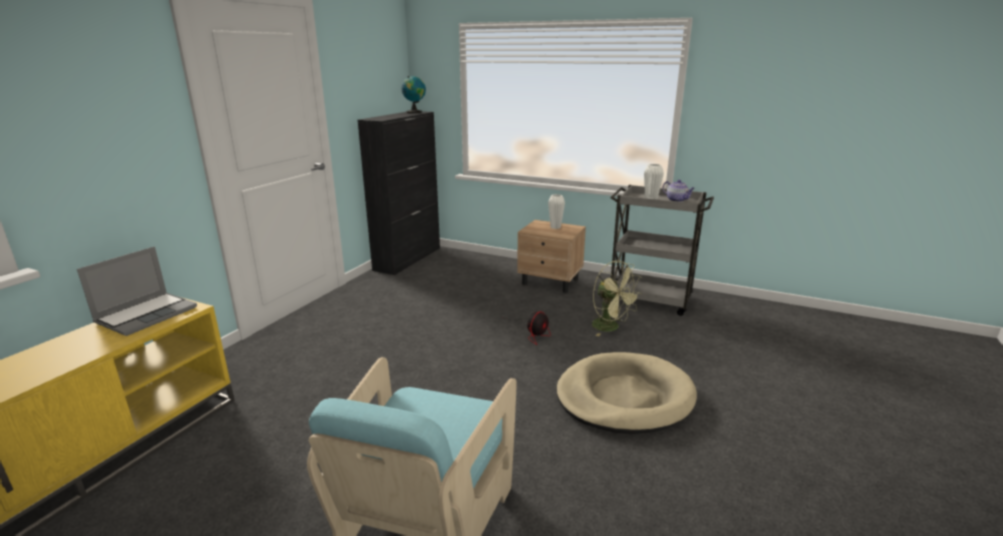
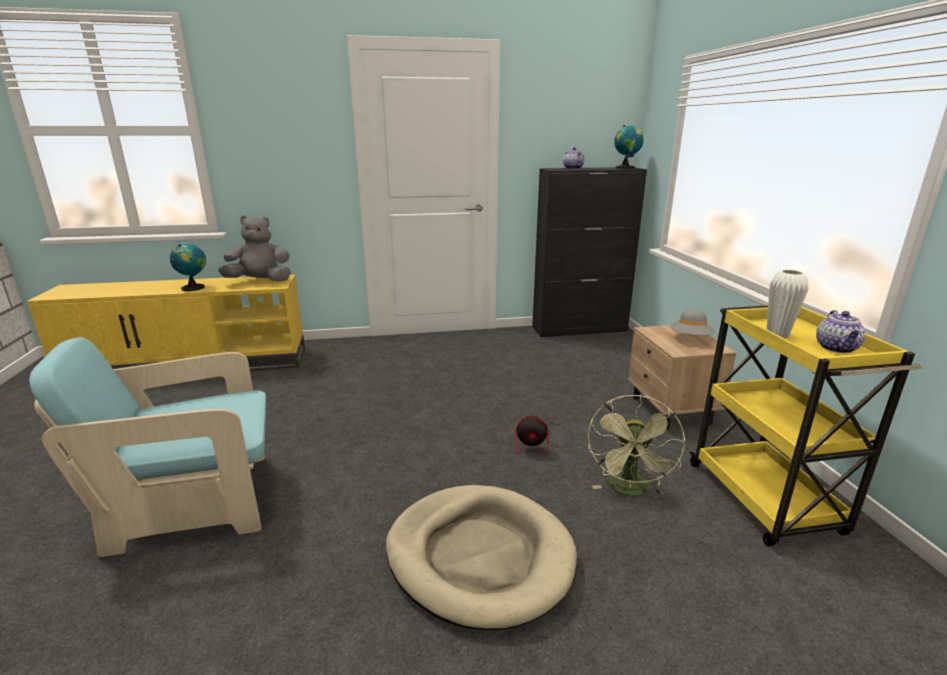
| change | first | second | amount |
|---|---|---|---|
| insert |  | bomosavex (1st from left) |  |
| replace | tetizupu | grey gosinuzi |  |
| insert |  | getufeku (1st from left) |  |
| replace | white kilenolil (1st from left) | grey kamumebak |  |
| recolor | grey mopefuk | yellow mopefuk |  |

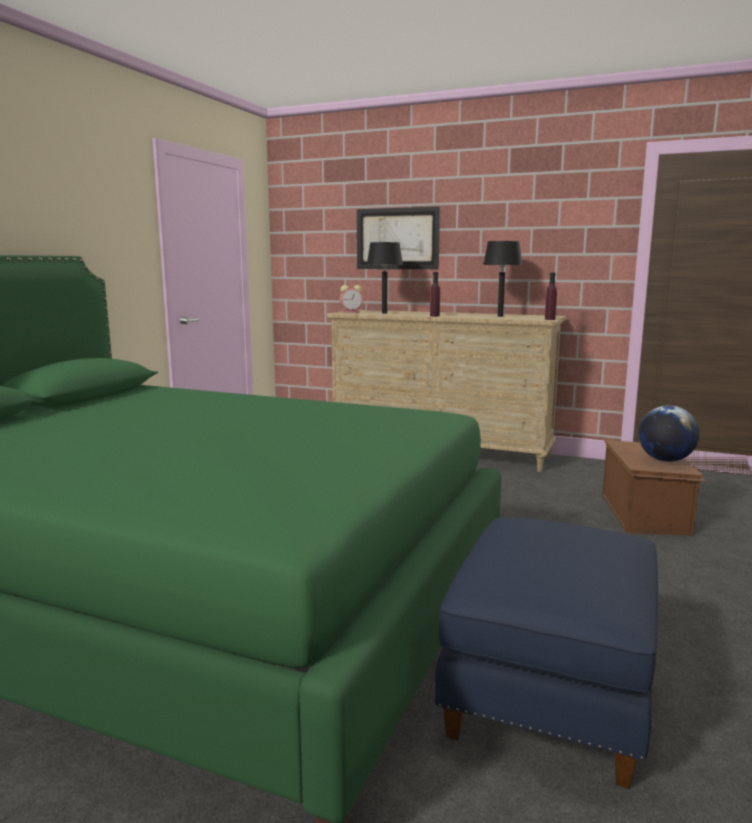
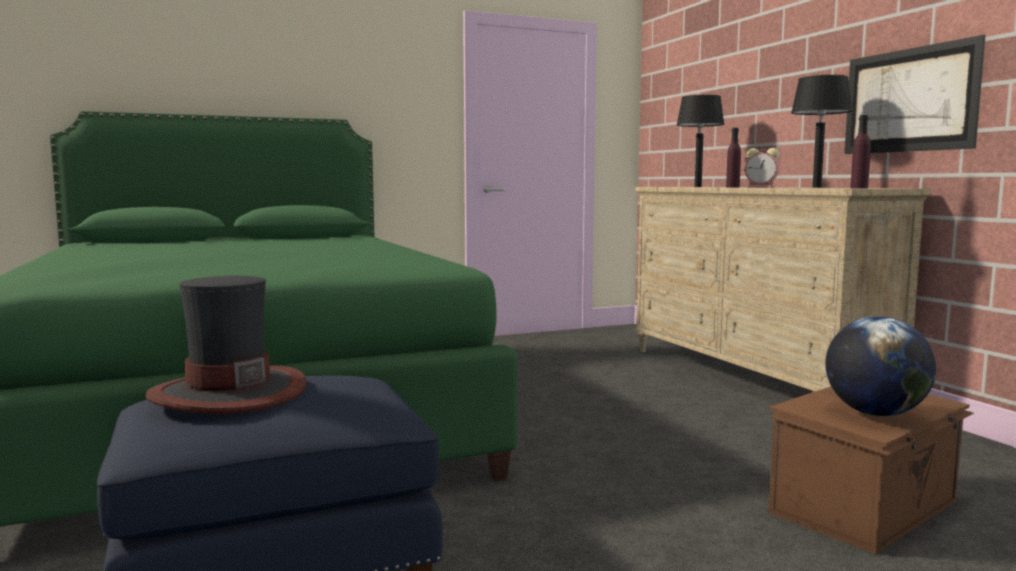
| change | first | second | amount |
|---|---|---|---|
| insert |  | kamumebak |  |
| move | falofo |  |  |
| move | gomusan |  |  |

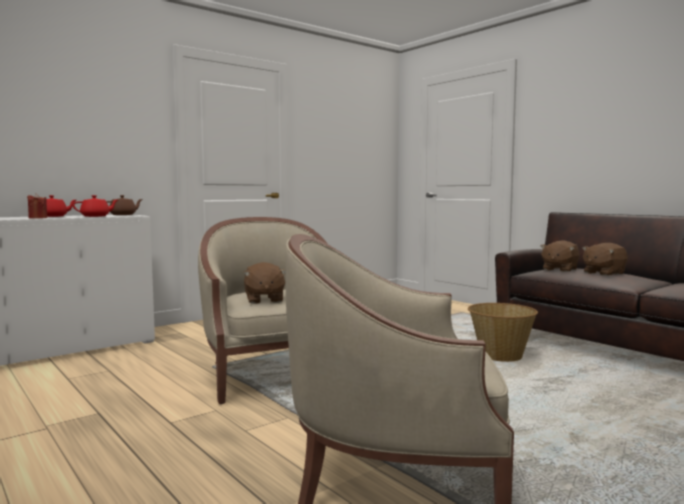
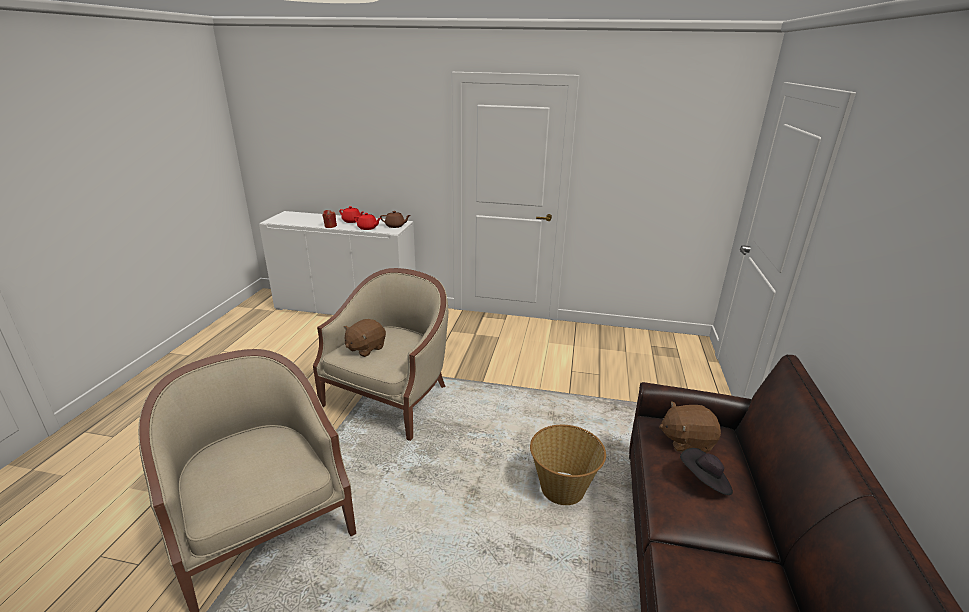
| change | first | second | amount |
|---|---|---|---|
| replace | brown gosinuzi (3rd from left) | black kamumebak |  |

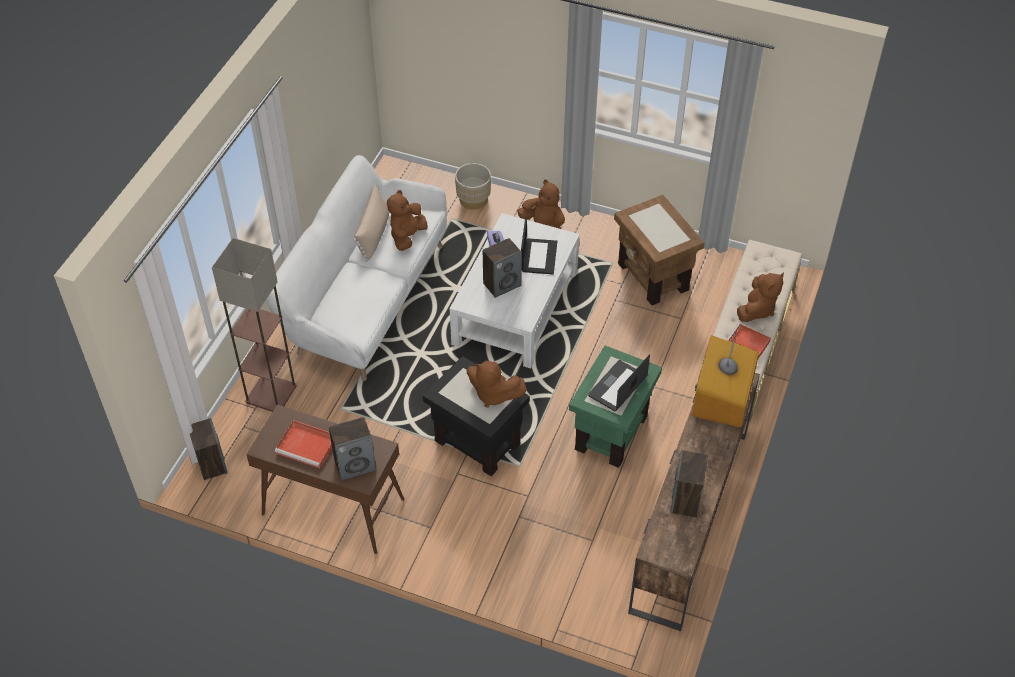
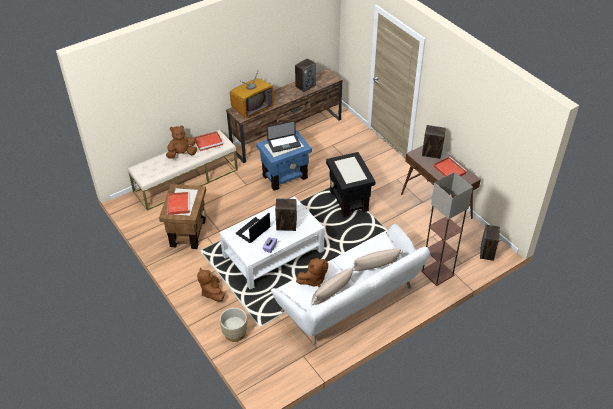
| change | first | second | amount |
|---|---|---|---|
| insert |  | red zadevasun (1st from left) |  |
| recolor | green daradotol | blue daradotol |  |
| insert |  | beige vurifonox (2nd from left) |  |
| delete | brown gosinuzi (2nd from left) |  |  |

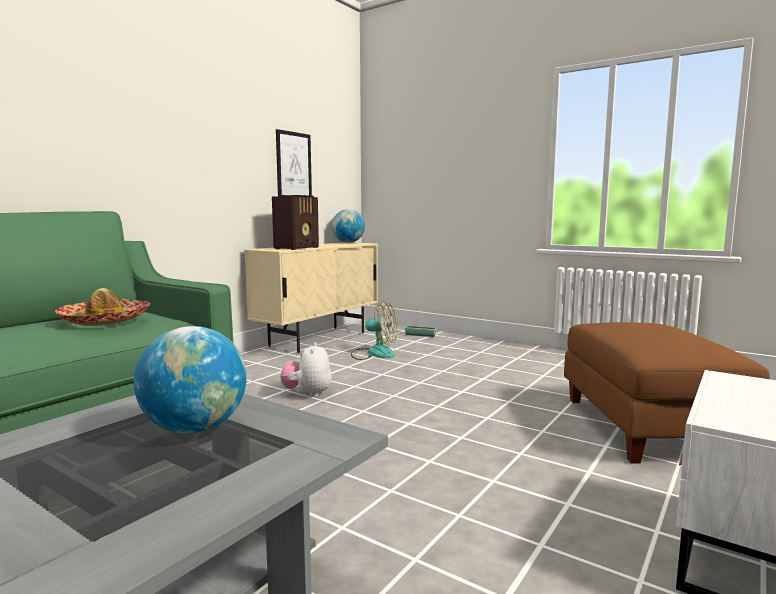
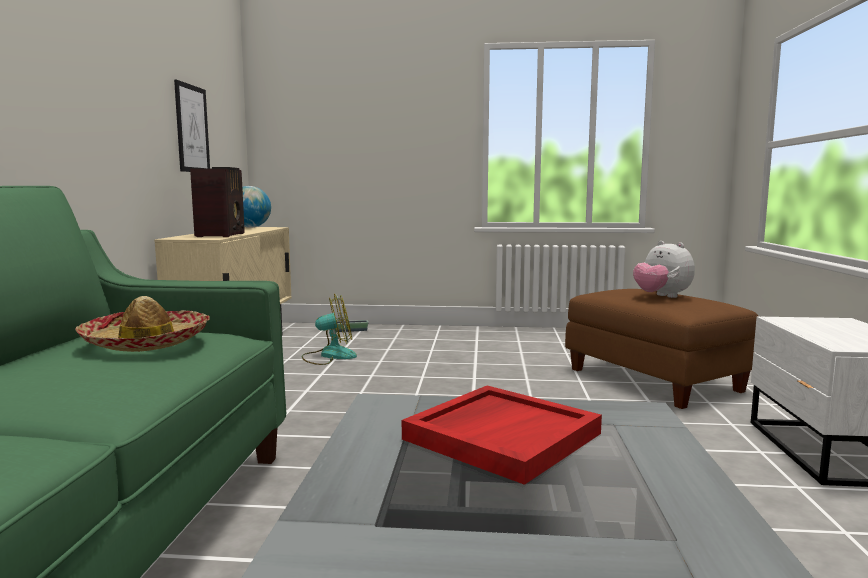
| change | first | second | amount |
|---|---|---|---|
| replace | bomosavex (1st from left) | red zadevasun |  |
| move | gosinuzi |  |  |

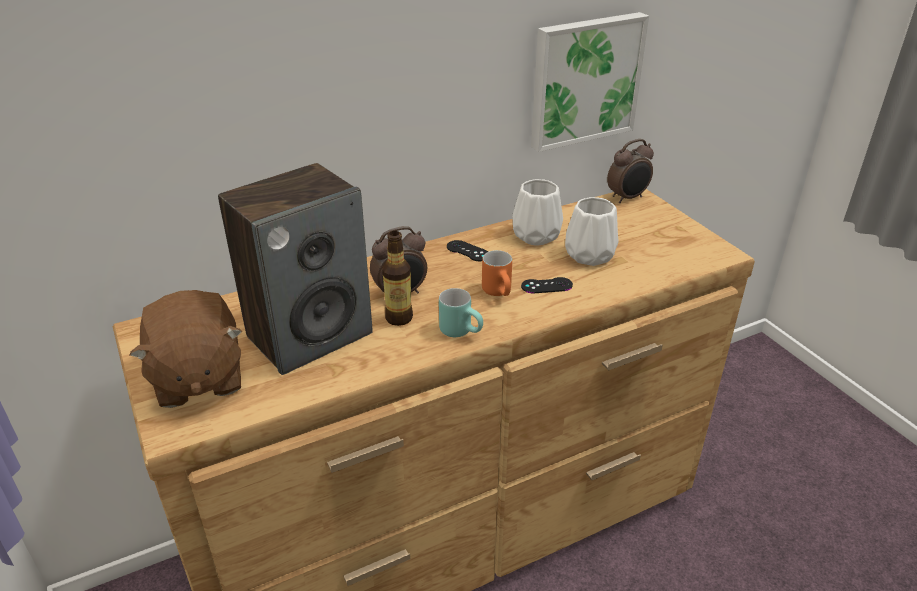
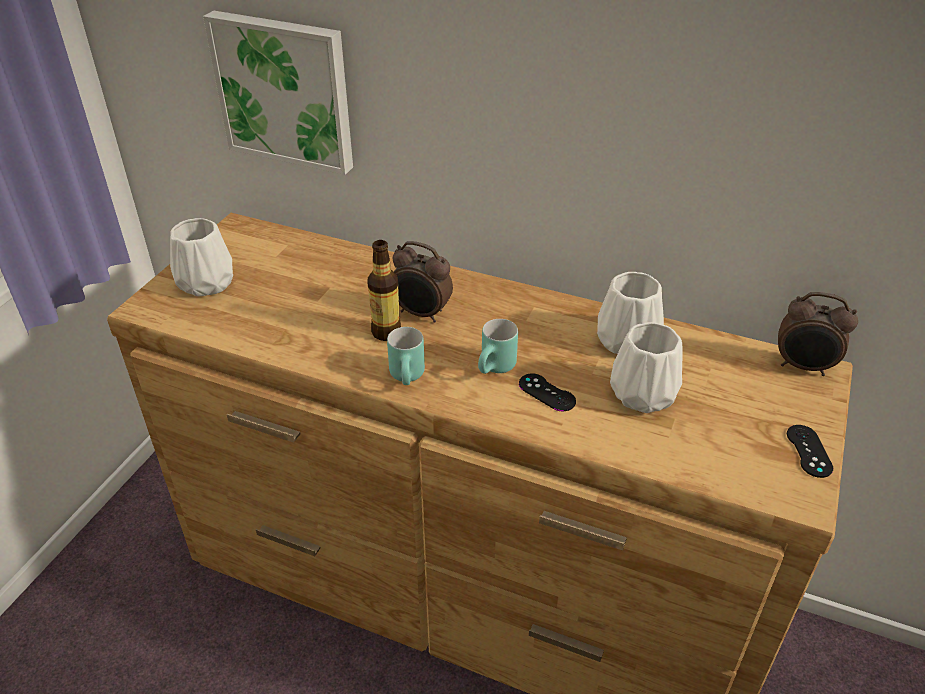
| change | first | second | amount |
|---|---|---|---|
| replace | brown gosinuzi | white kilenolil (1st from left) |  |
| move | gomusan |  |  |
| recolor | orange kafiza | turquoise kafiza (2nd from left) |  |
| move | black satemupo (1st from left in the first image) | black satemupo (2nd from left) |  |
| delete | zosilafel |  |  |

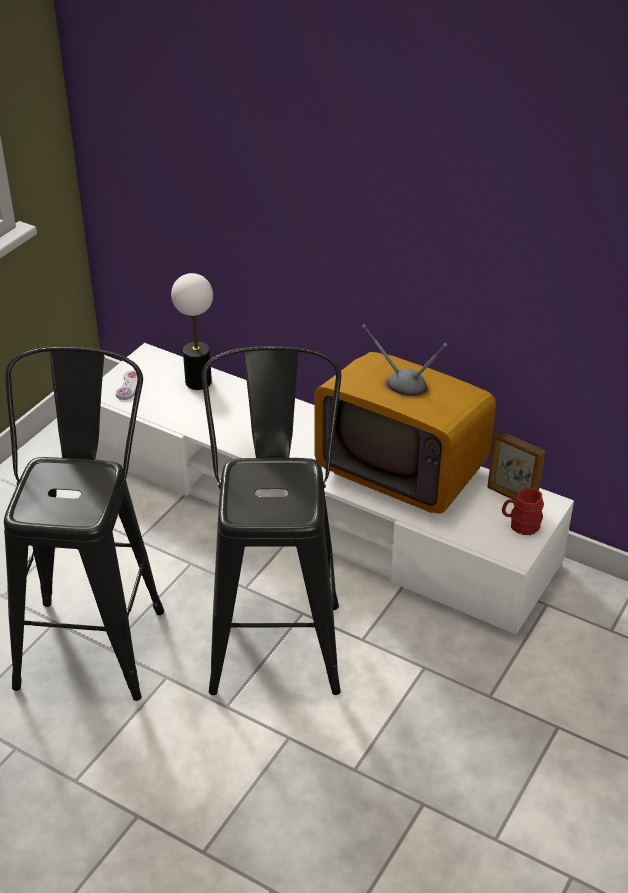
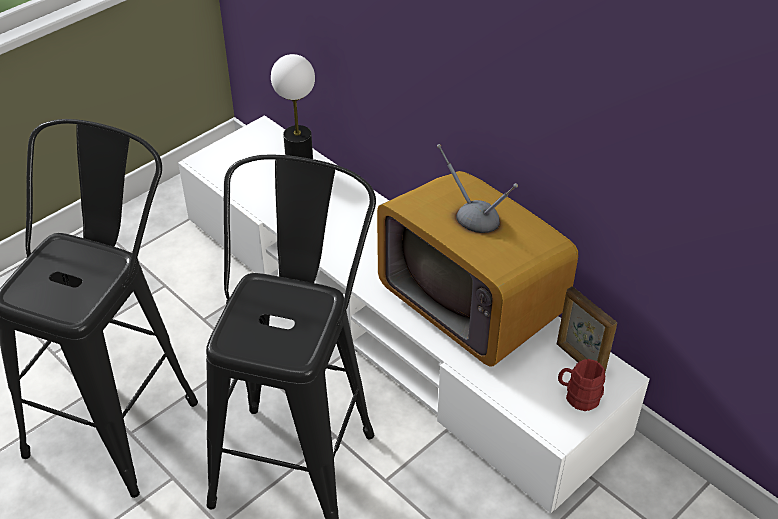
| change | first | second | amount |
|---|---|---|---|
| delete | white satemupo |  |  |

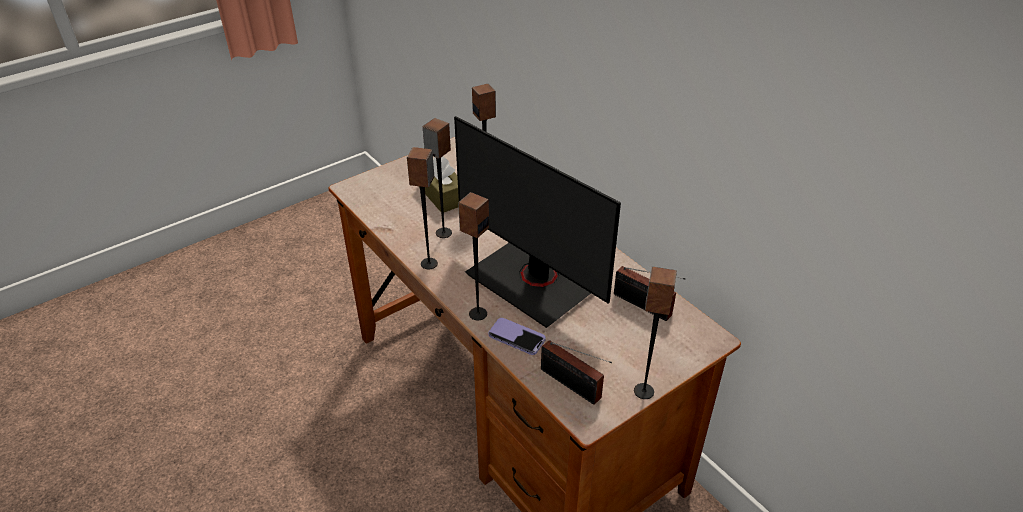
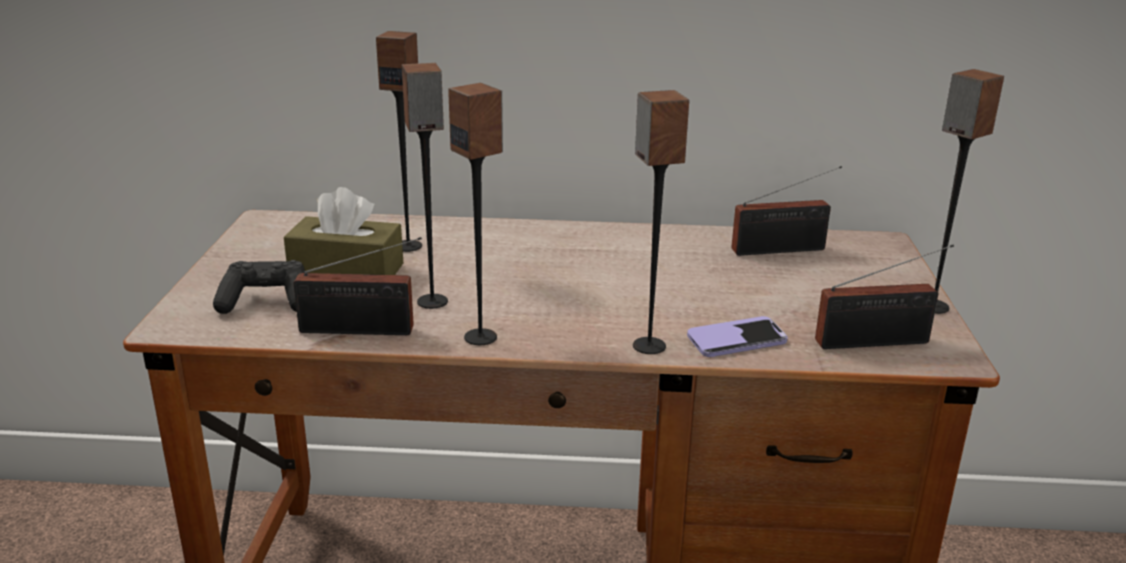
| change | first | second | amount |
|---|---|---|---|
| insert |  | black satemupo |  |
| insert |  | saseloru (1st from left) |  |
| delete | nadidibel |  |  |

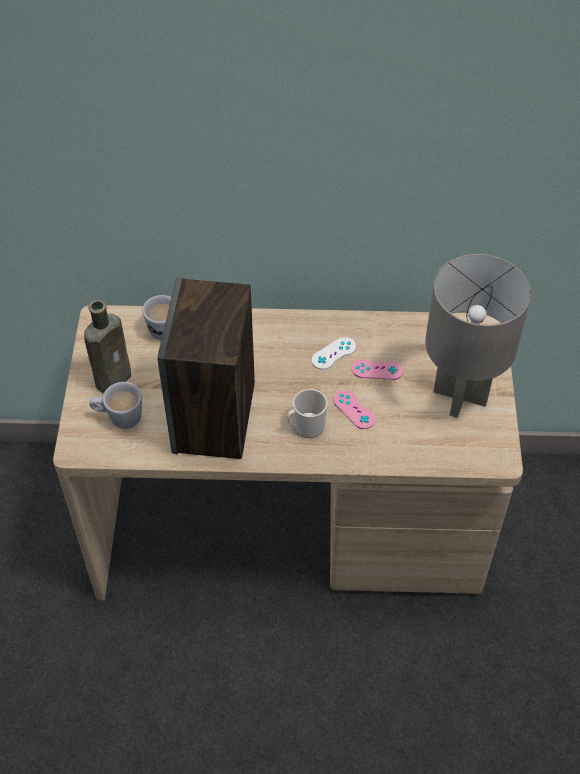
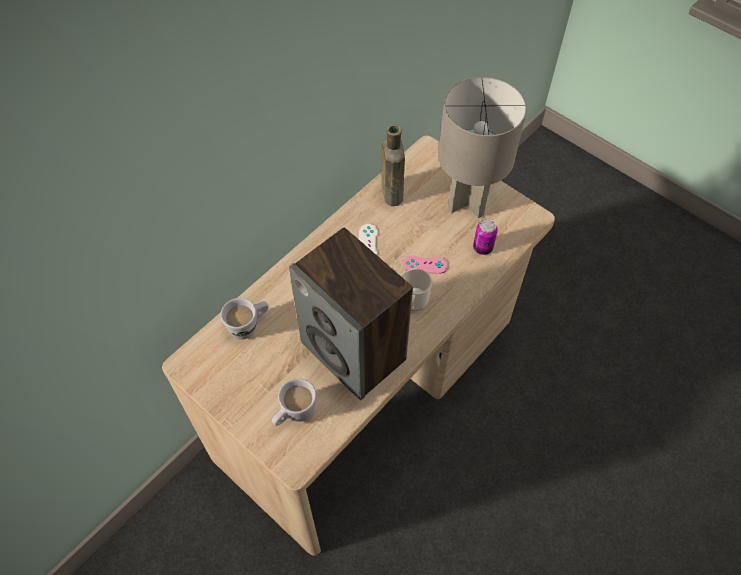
| change | first | second | amount |
|---|---|---|---|
| move | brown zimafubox |  |  |
| insert |  | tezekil |  |
| delete | pink satemupo (2nd from left) |  |  |

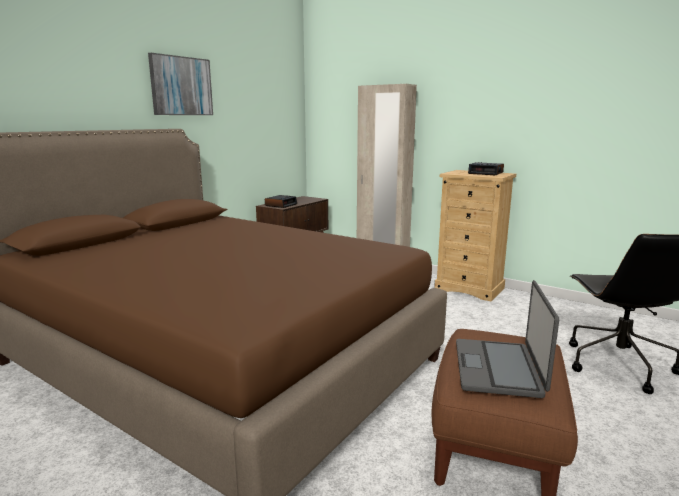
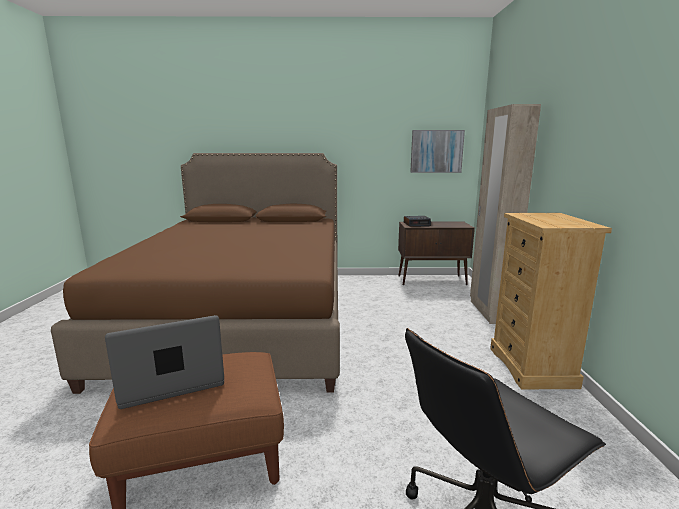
| change | first | second | amount |
|---|---|---|---|
| move | gomusan |  |  |
| delete | falofo (2nd from left) |  |  |

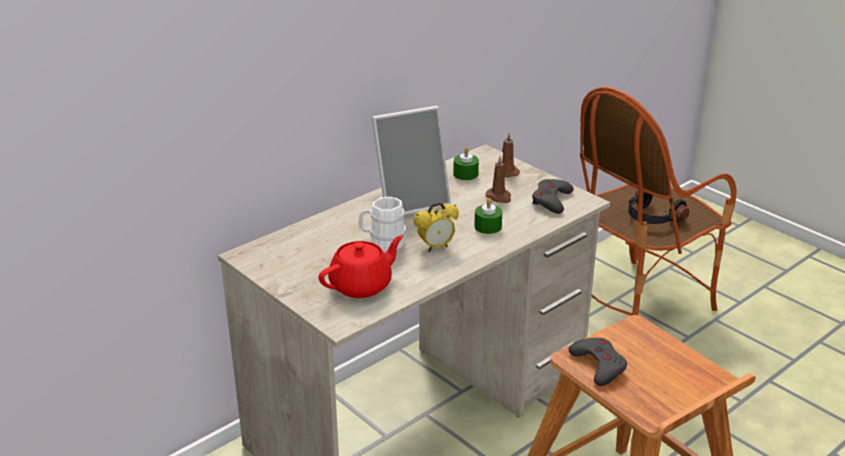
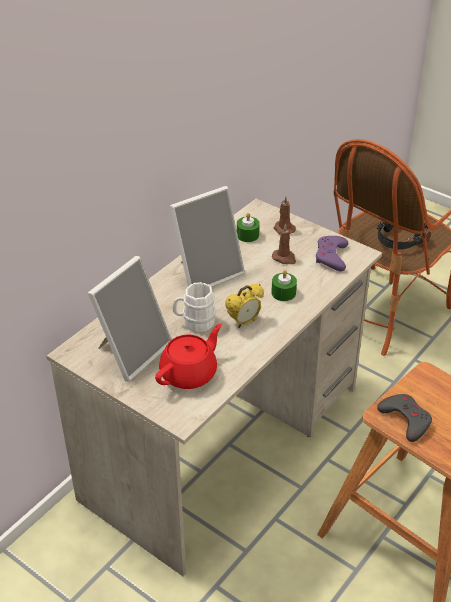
| change | first | second | amount |
|---|---|---|---|
| insert |  | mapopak (1st from left) |  |
| recolor | grey satemupo (1st from left) | purple satemupo |  |

